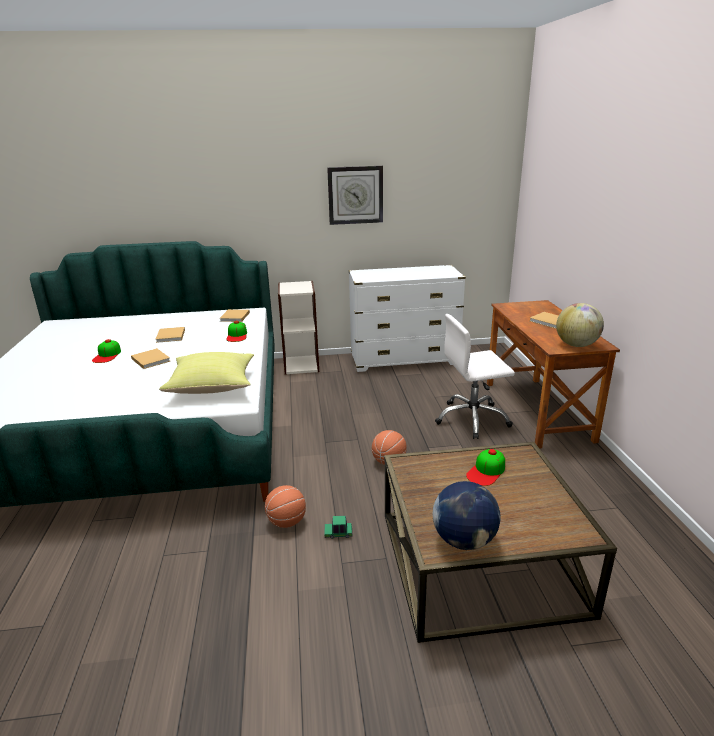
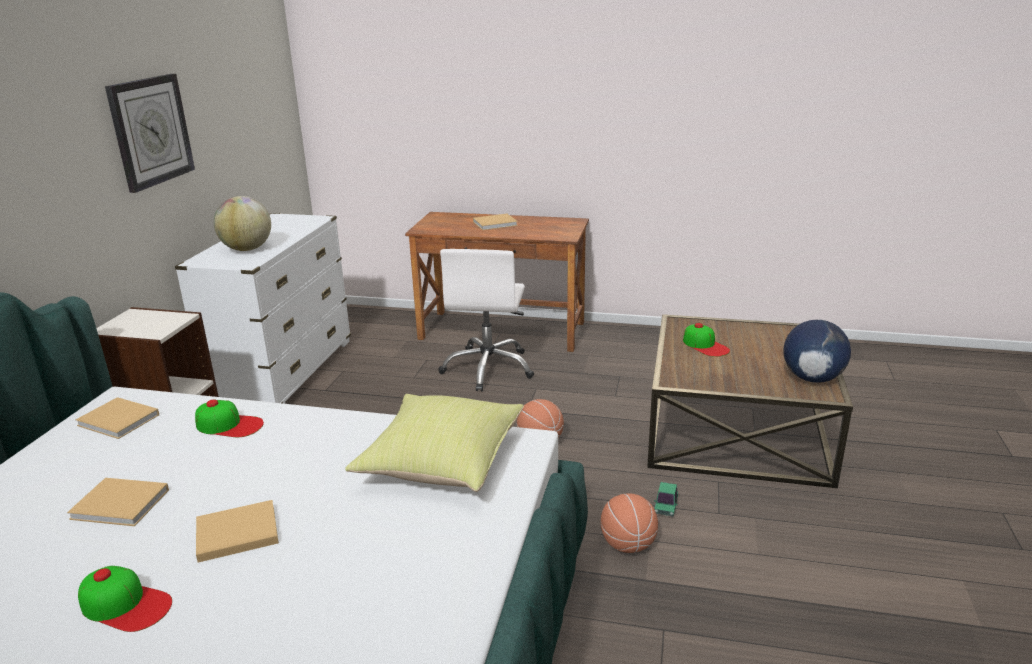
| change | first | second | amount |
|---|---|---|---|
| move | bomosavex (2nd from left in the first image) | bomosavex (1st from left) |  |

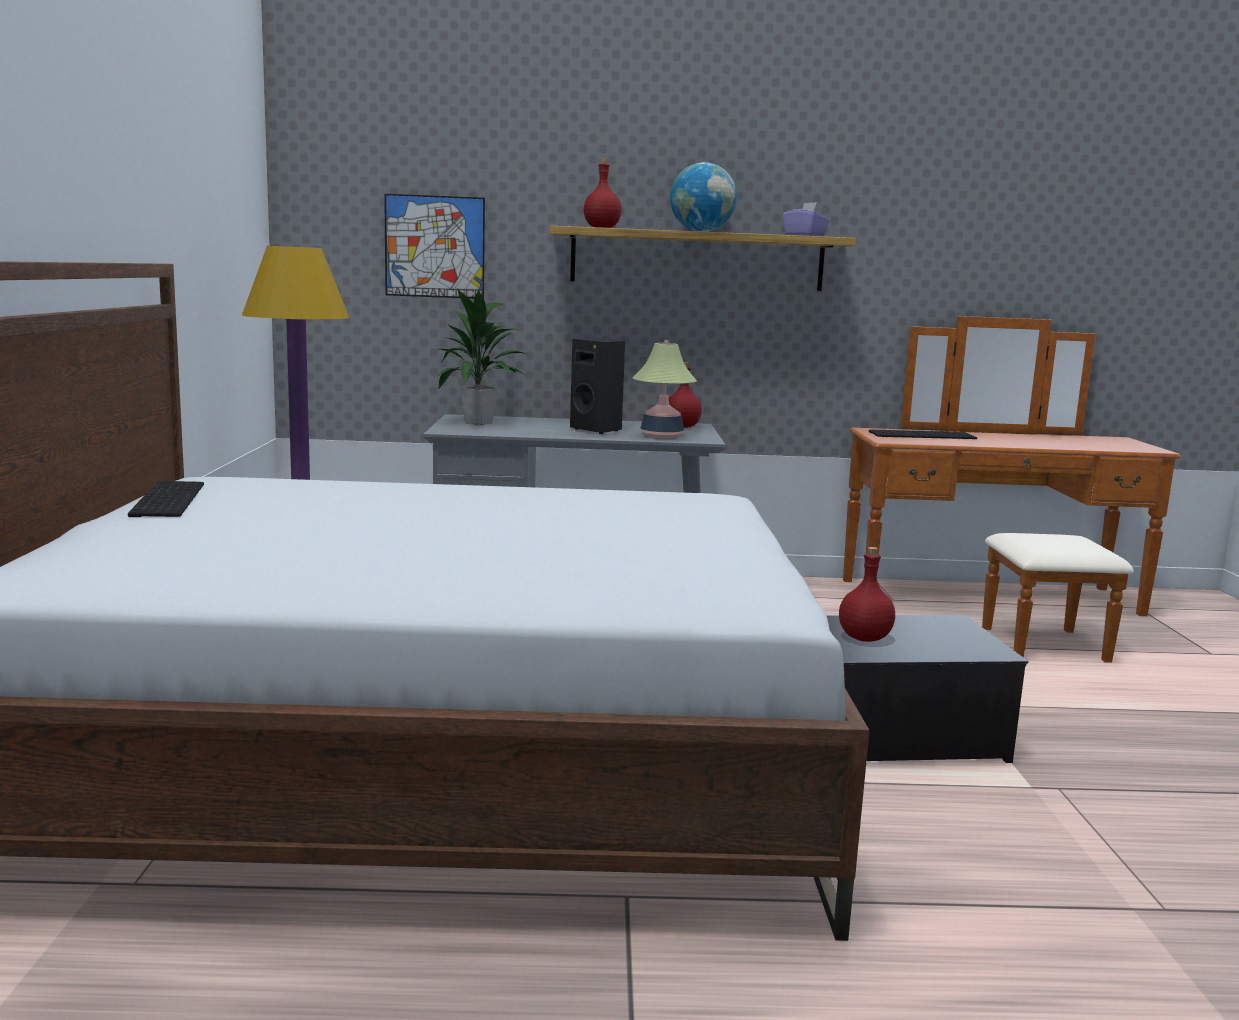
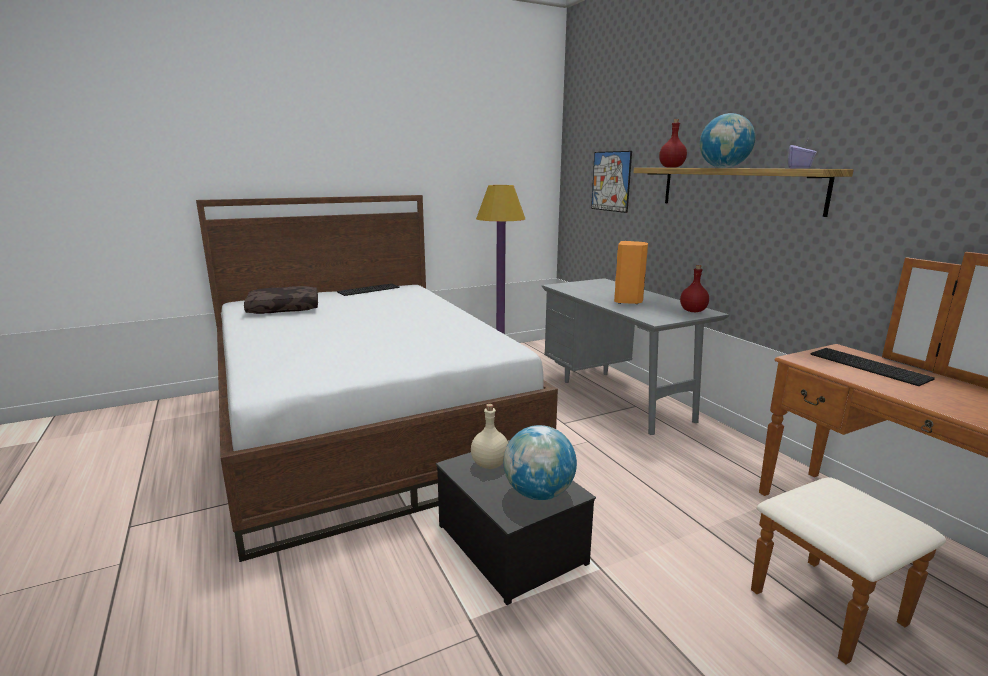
| change | first | second | amount |
|---|---|---|---|
| insert |  | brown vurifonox |  |
| recolor | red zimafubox (3rd from left) | beige zimafubox |  |
| insert |  | bomosavex (1st from left) |  |
| recolor | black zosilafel | orange zosilafel |  |
| delete | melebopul |  |  |
| delete | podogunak |  |  |

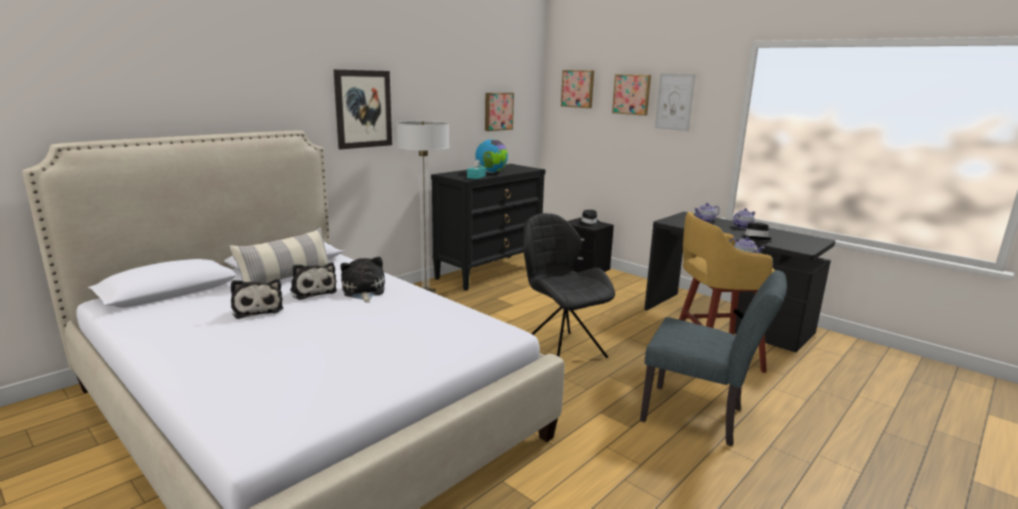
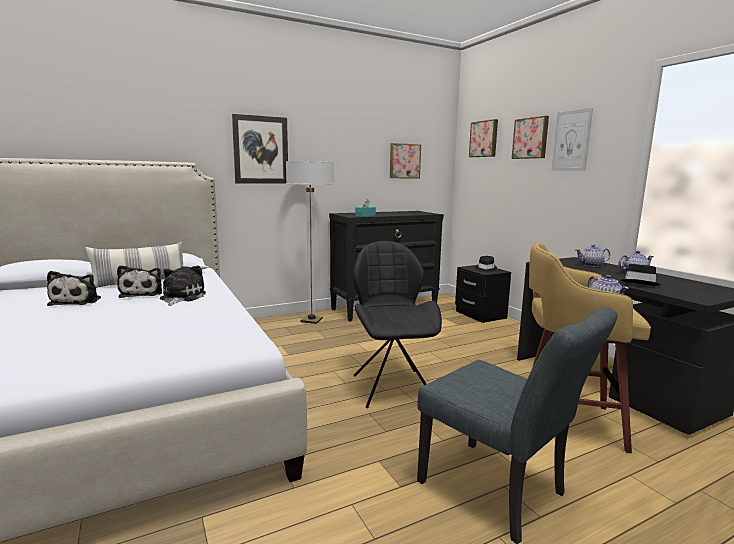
| change | first | second | amount |
|---|---|---|---|
| delete | bomosavex |  |  |

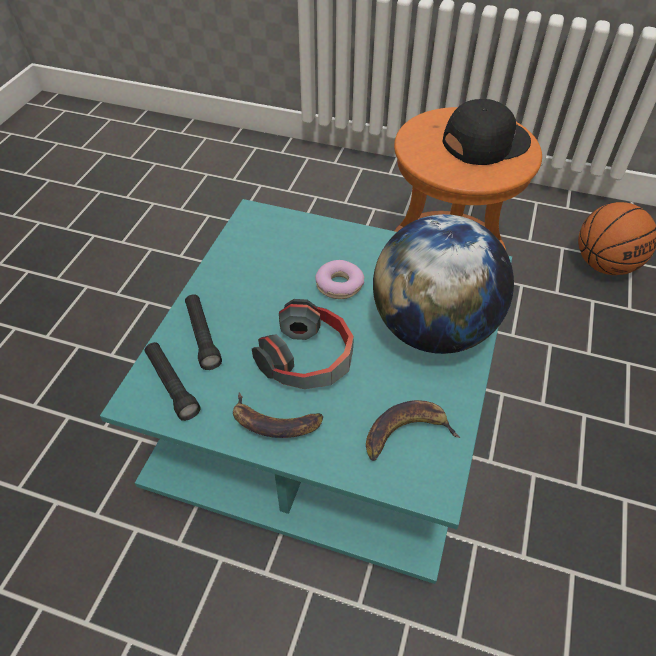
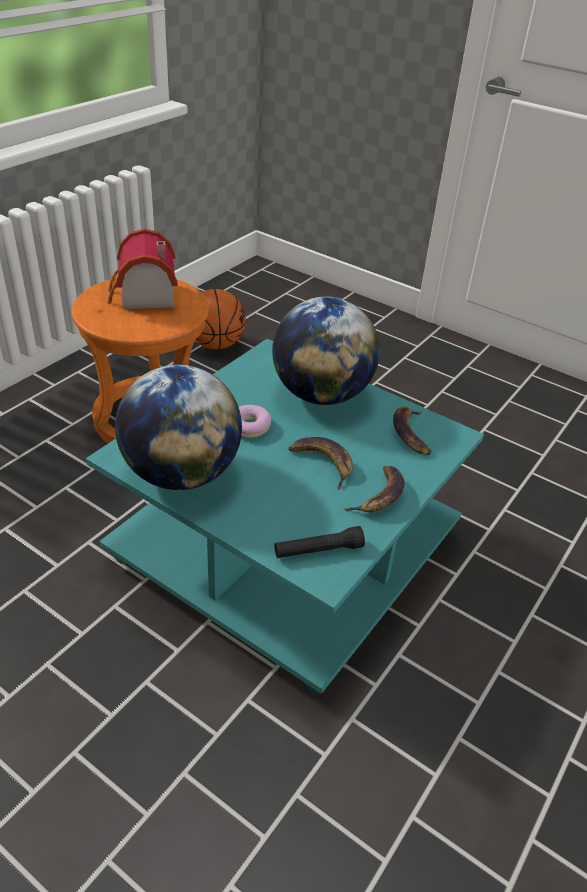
| change | first | second | amount |
|---|---|---|---|
| replace | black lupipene | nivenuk |  |
| insert |  | bomosavex (1st from left) |  |
| replace | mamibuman | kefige (1st from left) |  |
| delete | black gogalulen (2nd from left) |  |  |

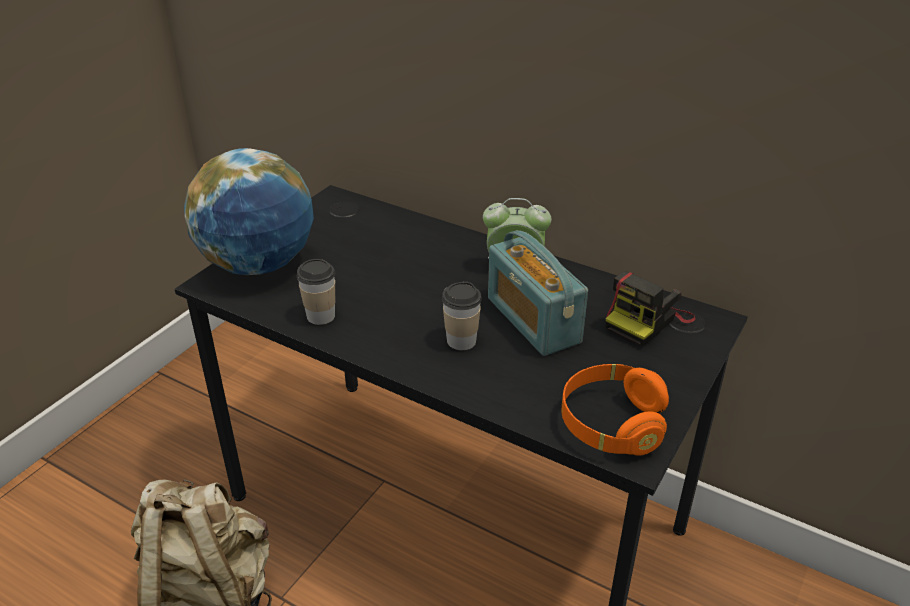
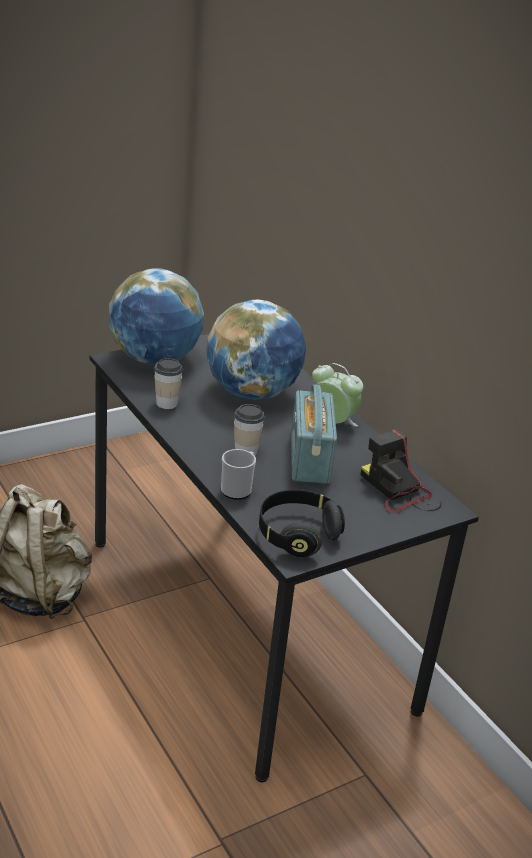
| change | first | second | amount |
|---|---|---|---|
| insert |  | bomosavex (2nd from left) |  |
| insert |  | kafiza |  |
| recolor | orange mamibuman | black mamibuman |  |
| rotate | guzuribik |  | 75 degrees clockwise |

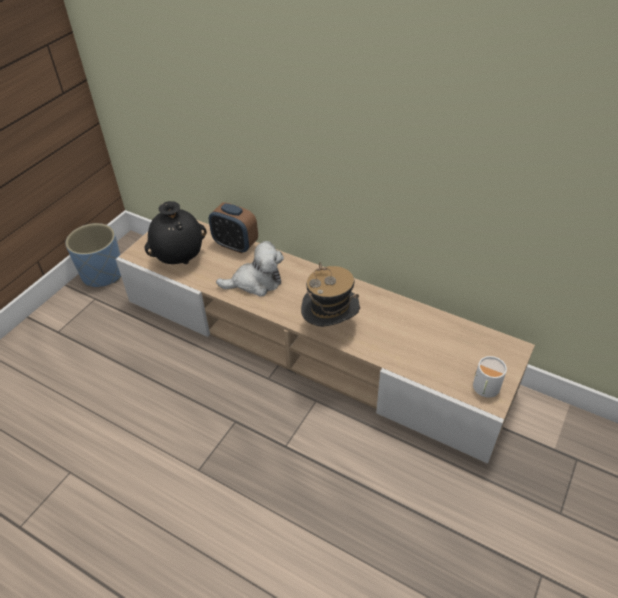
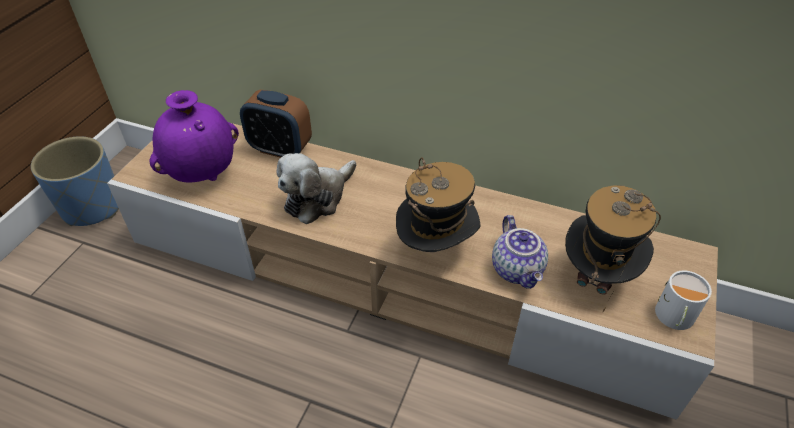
| change | first | second | amount |
|---|---|---|---|
| recolor | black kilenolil | purple kilenolil |  |
| rotate | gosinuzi |  | 150 degrees clockwise |
| insert |  | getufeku |  |
| insert |  | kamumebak (2nd from left) |  |

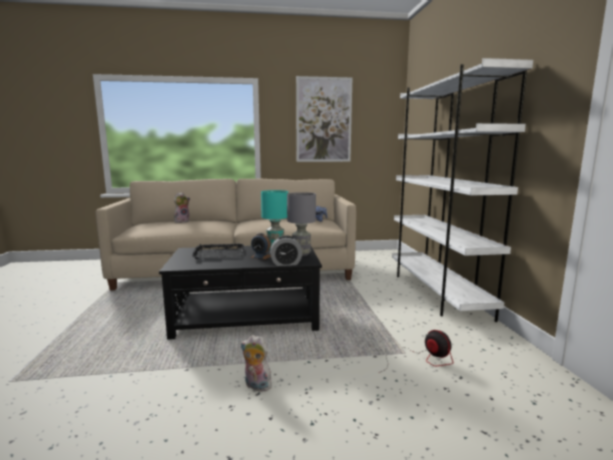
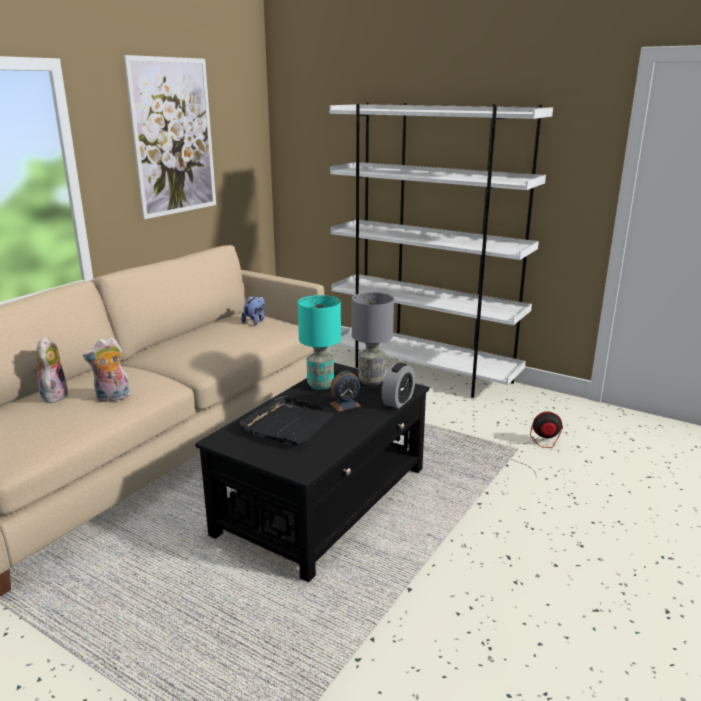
| change | first | second | amount |
|---|---|---|---|
| move | gosinuzi (2nd from left) |  |  |

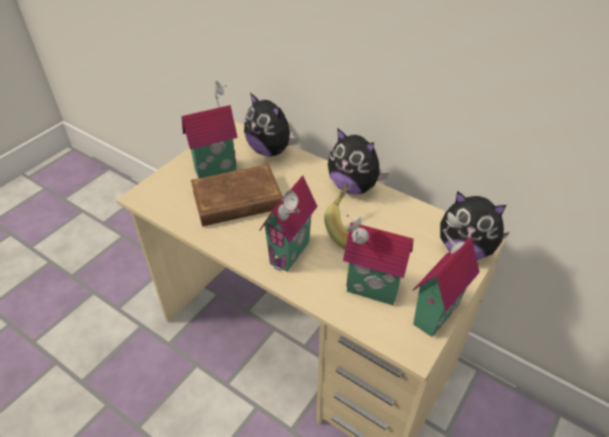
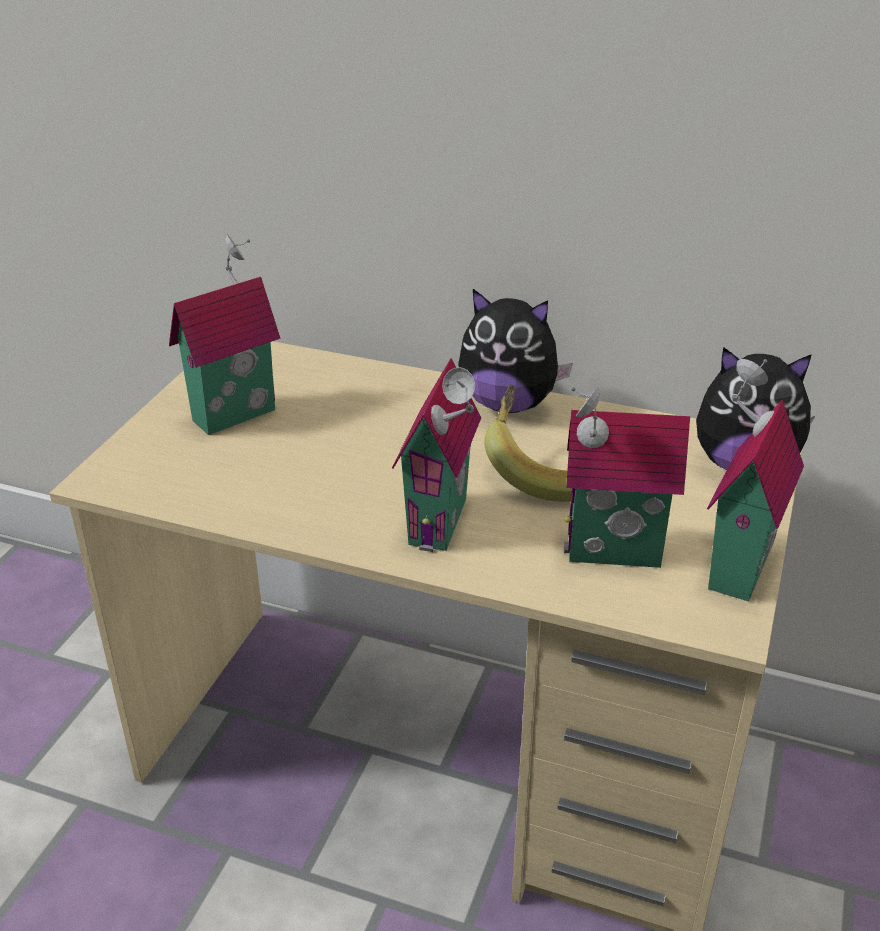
| change | first | second | amount |
|---|---|---|---|
| delete | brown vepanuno |  |  |
| delete | gosinuzi (1st from left) |  |  |

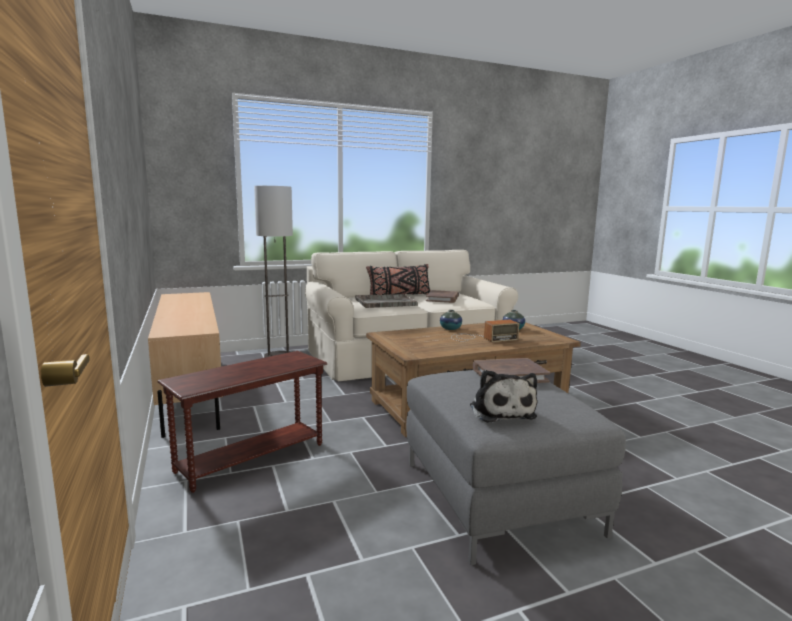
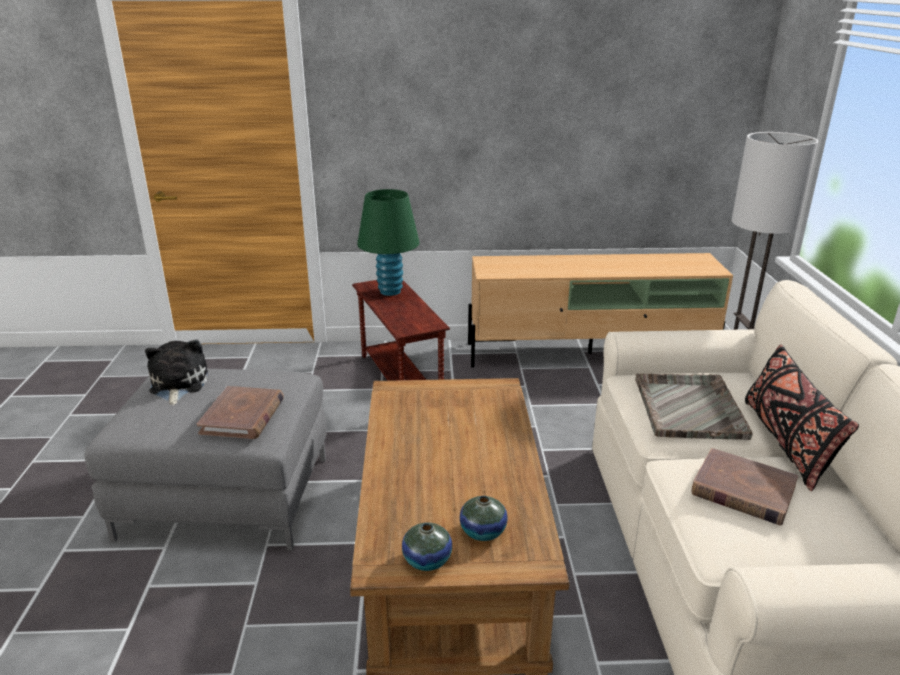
| change | first | second | amount |
|---|---|---|---|
| rotate | gosinuzi |  | 75 degrees clockwise |
| insert |  | green podogunak |  |
| move | kilenolil (1st from left) |  |  |
| delete | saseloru |  |  |

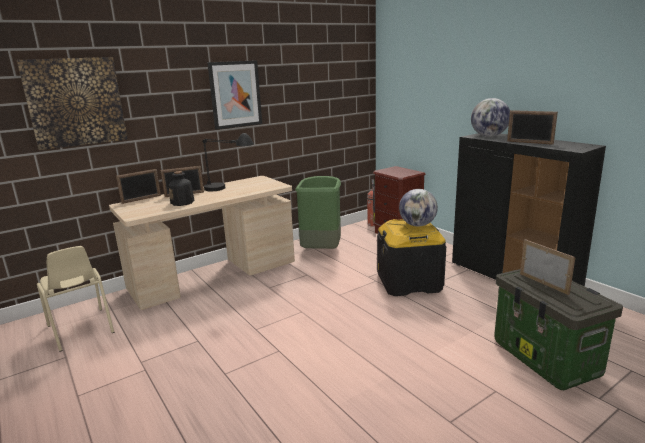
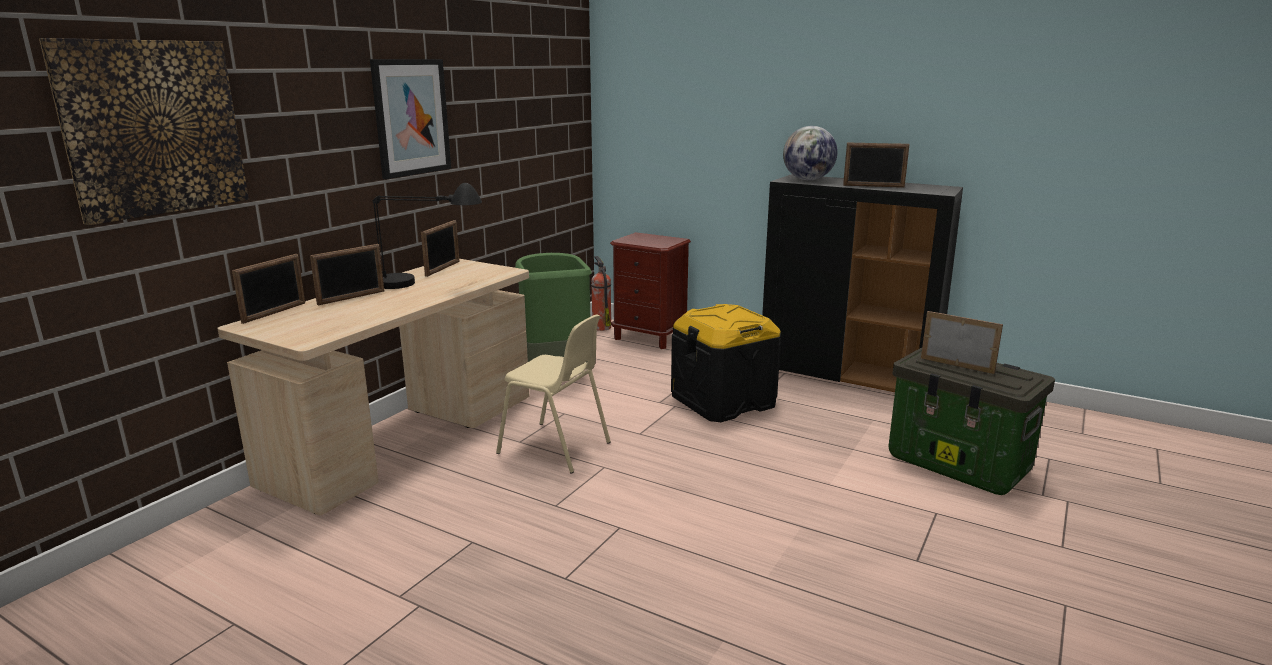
| change | first | second | amount |
|---|---|---|---|
| insert |  | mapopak (3rd from left) |  |
| move | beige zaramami |  |  |
| delete | zimafubox |  |  |
| delete | bomosavex (1st from left) |  |  |

